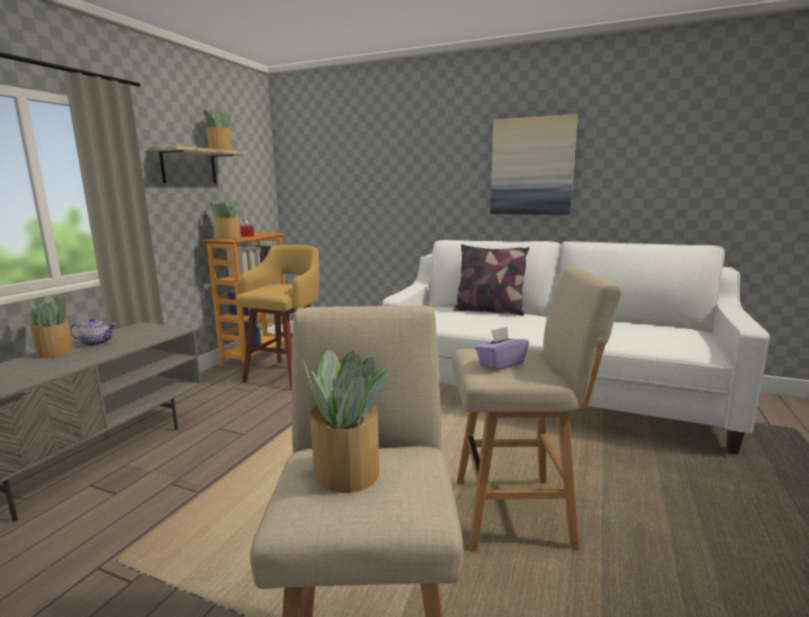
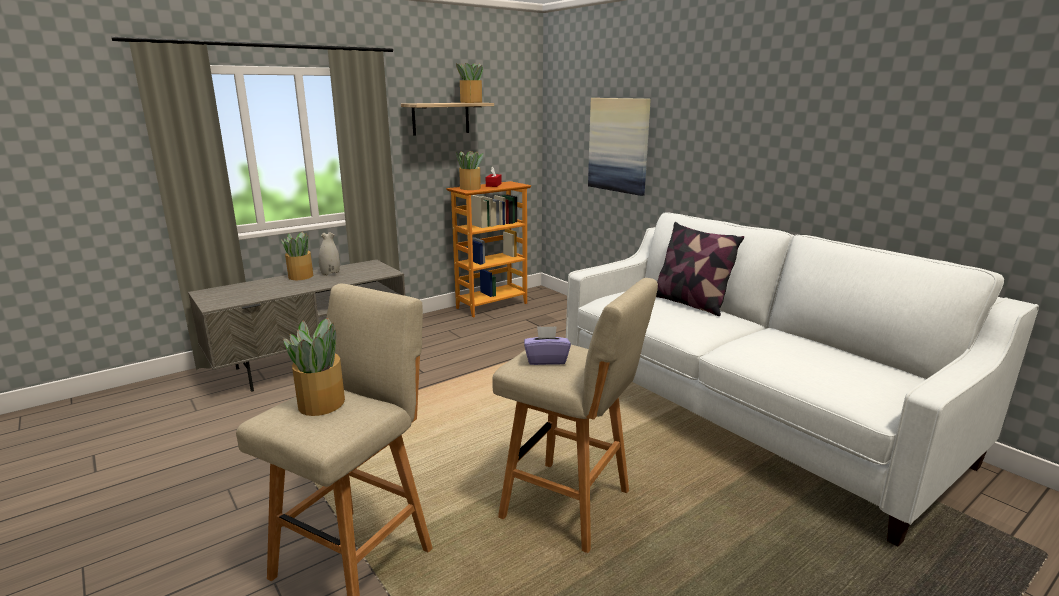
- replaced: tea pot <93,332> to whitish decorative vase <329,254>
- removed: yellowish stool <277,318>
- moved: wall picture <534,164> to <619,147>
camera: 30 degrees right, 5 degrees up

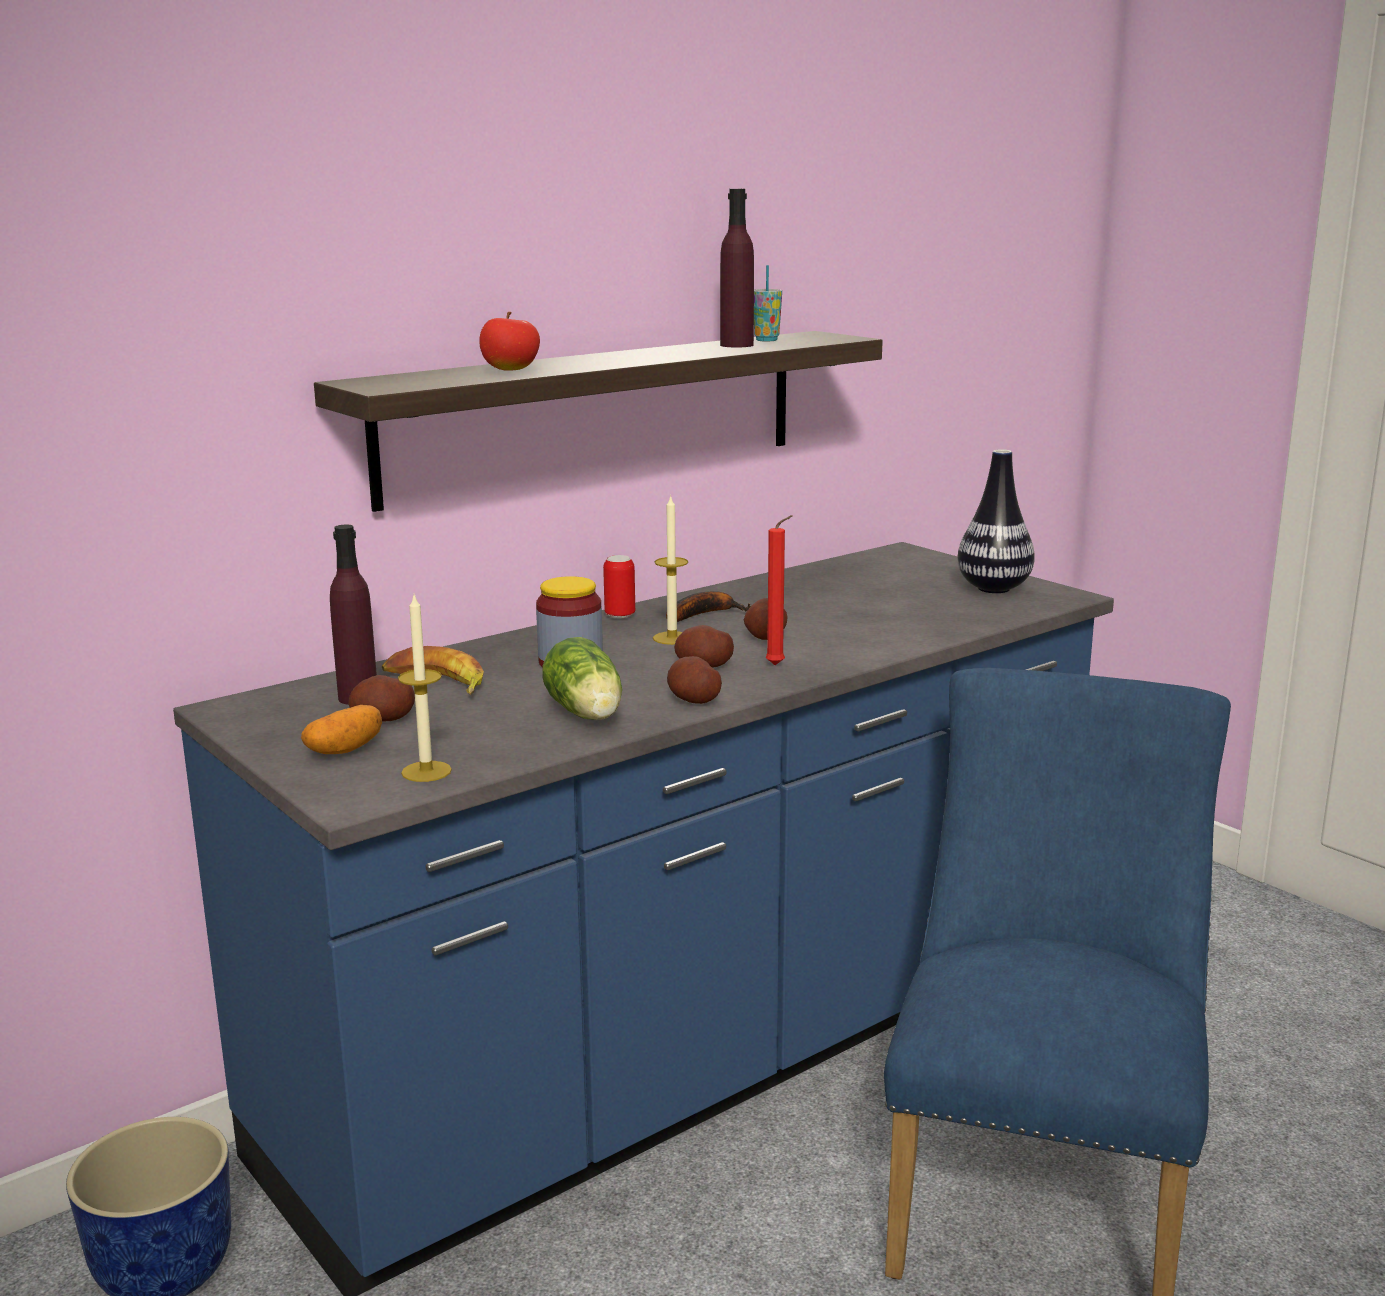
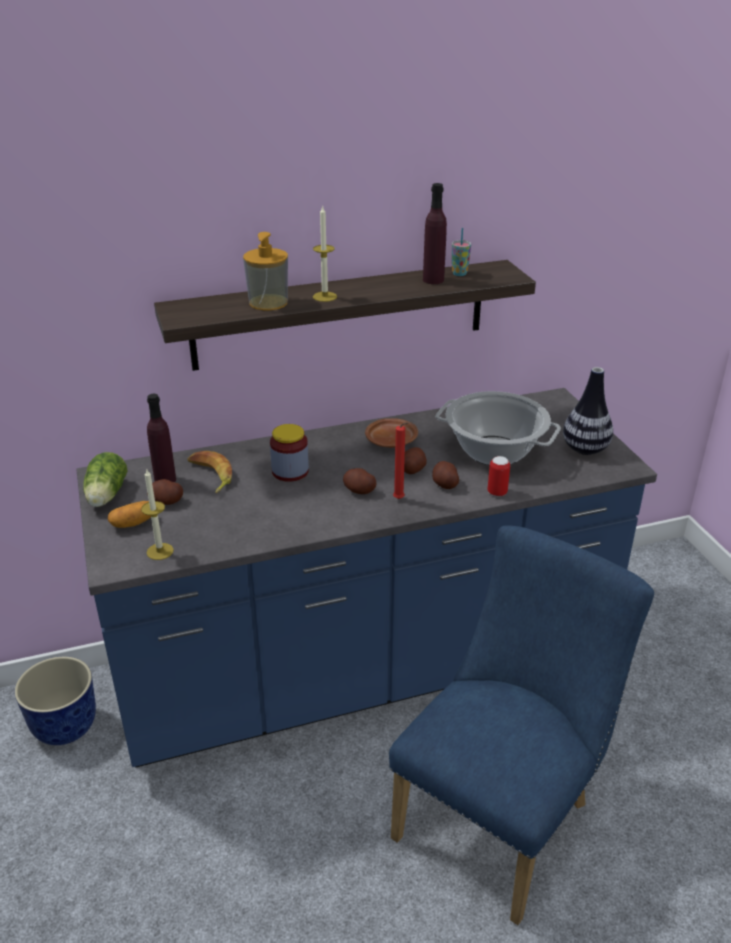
- replaced: apple <509,341> to soap dispenser <265,271>
- moved: lettuce <582,678> to <105,479>
- moved: sealed can <619,587> to <499,476>
- moved: wax light <670,570> to <325,253>
- replaced: whole banana <708,606> to brownish dinner plate <391,433>
- moved: whole potato <694,680> to <445,475>
- added: saucepot <498,428>
camera: 20 degrees right, 15 degrees up

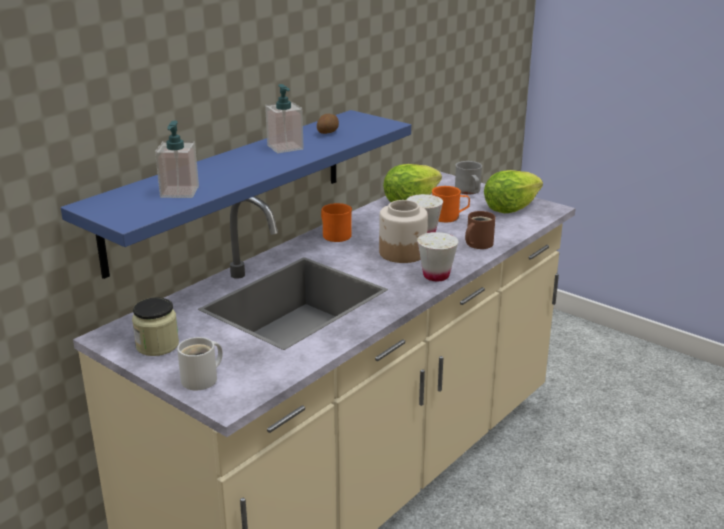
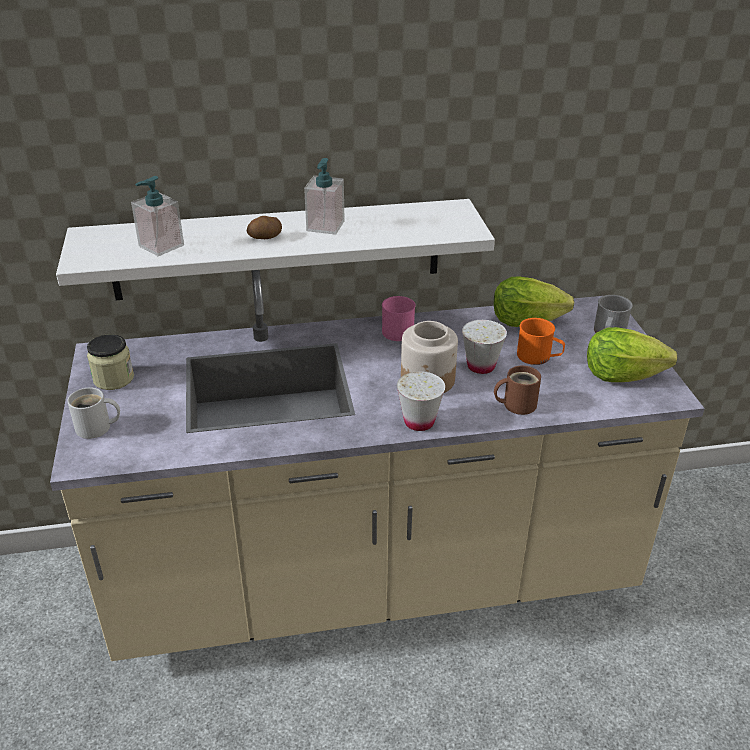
- recoloured: blue wall shelf <236,194> to whitish wall shelf <275,249>
- moved: whole potato <328,124> to <264,227>
- recoloured: orange tea mug <336,222> to pink-coloured tea mug <399,318>
camera: 40 degrees right, 10 degrees up

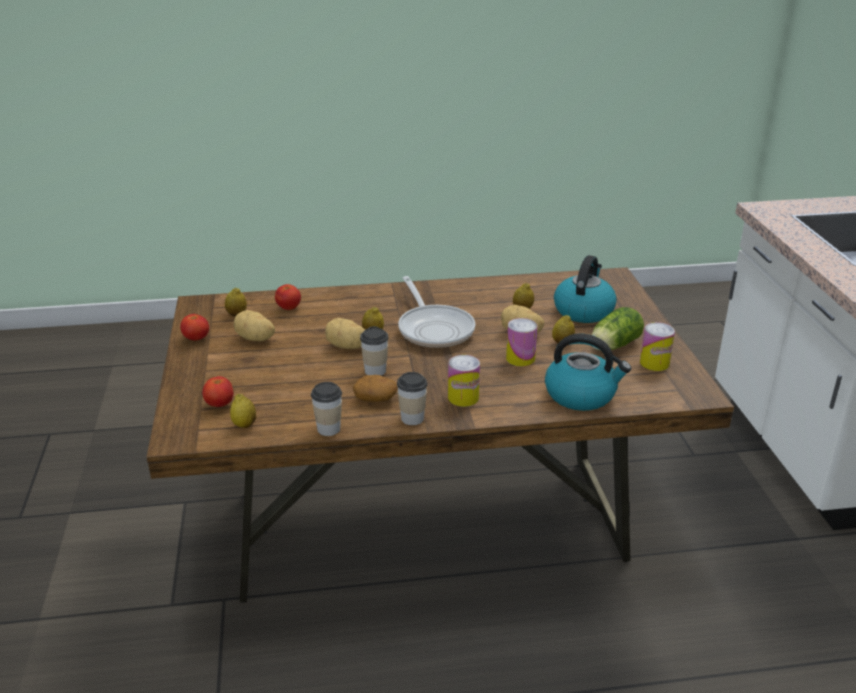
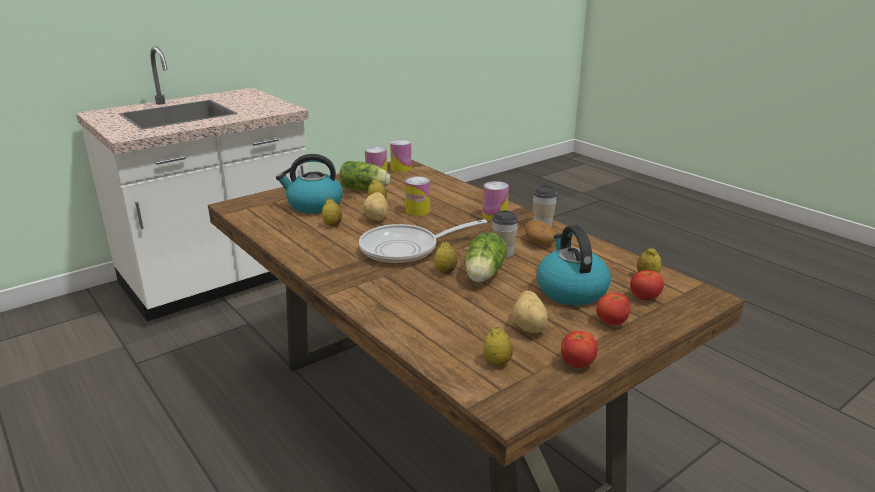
- moved: tomato <288,297> to <613,308>
- removed: small cup <326,409>
- replaced: whole potato <345,333> to lettuce <486,257>
- turned: pan <436,312> = <423,241> 150 degrees counterclockwise
- moved: water kettle <588,372> to <573,265>
- added: sealed can <401,155>
camera: 120 degrees left, 5 degrees down

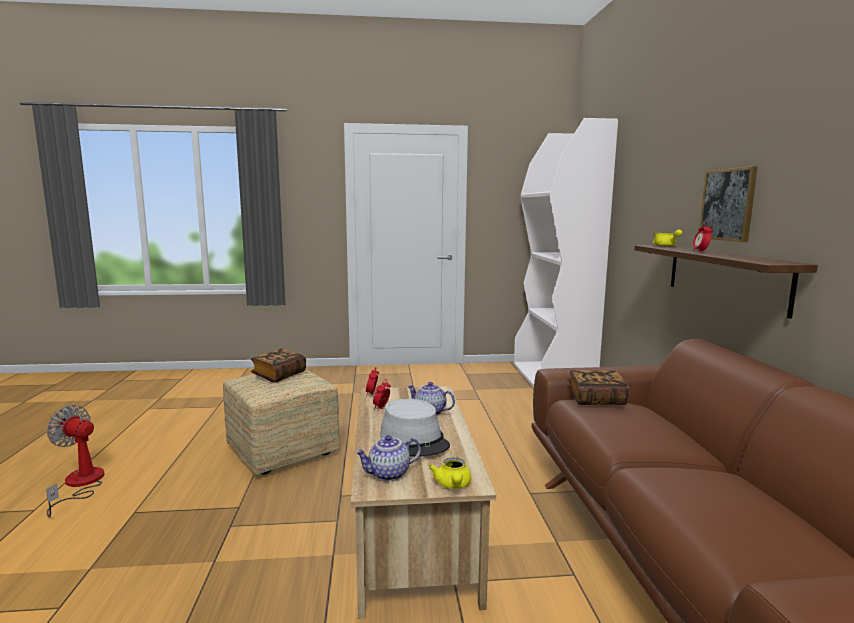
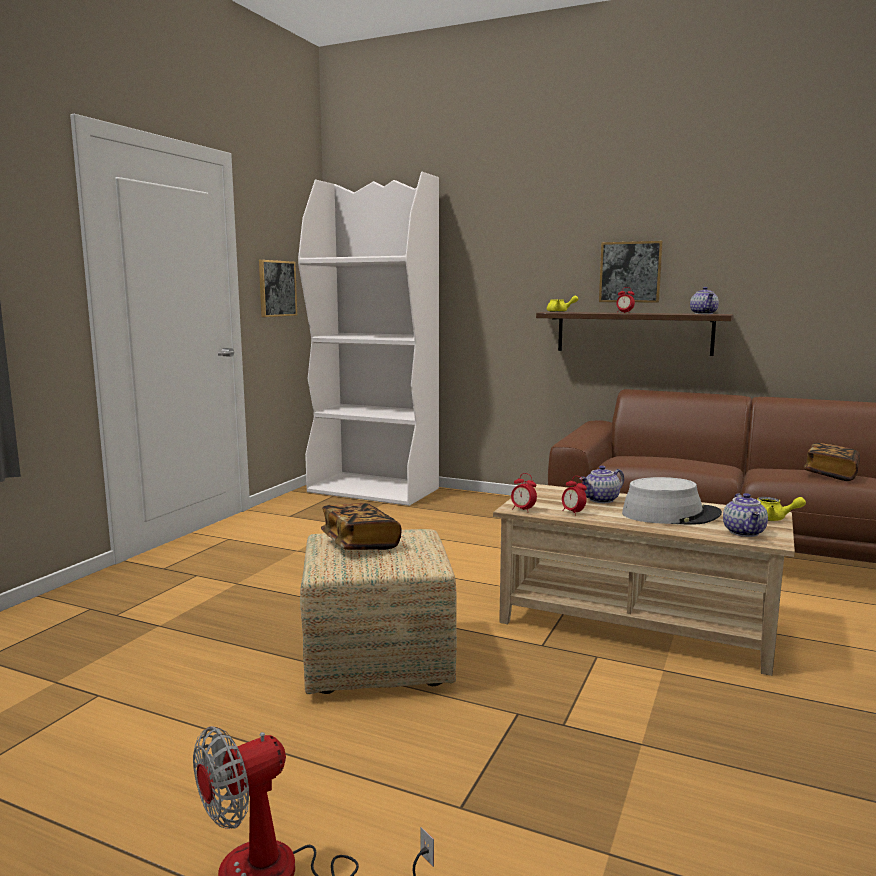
- moved: volume <599,387> to <832,462>
- added: wall picture <278,288>
- added: tea pot <704,300>
camera: 60 degrees left, 0 degrees up

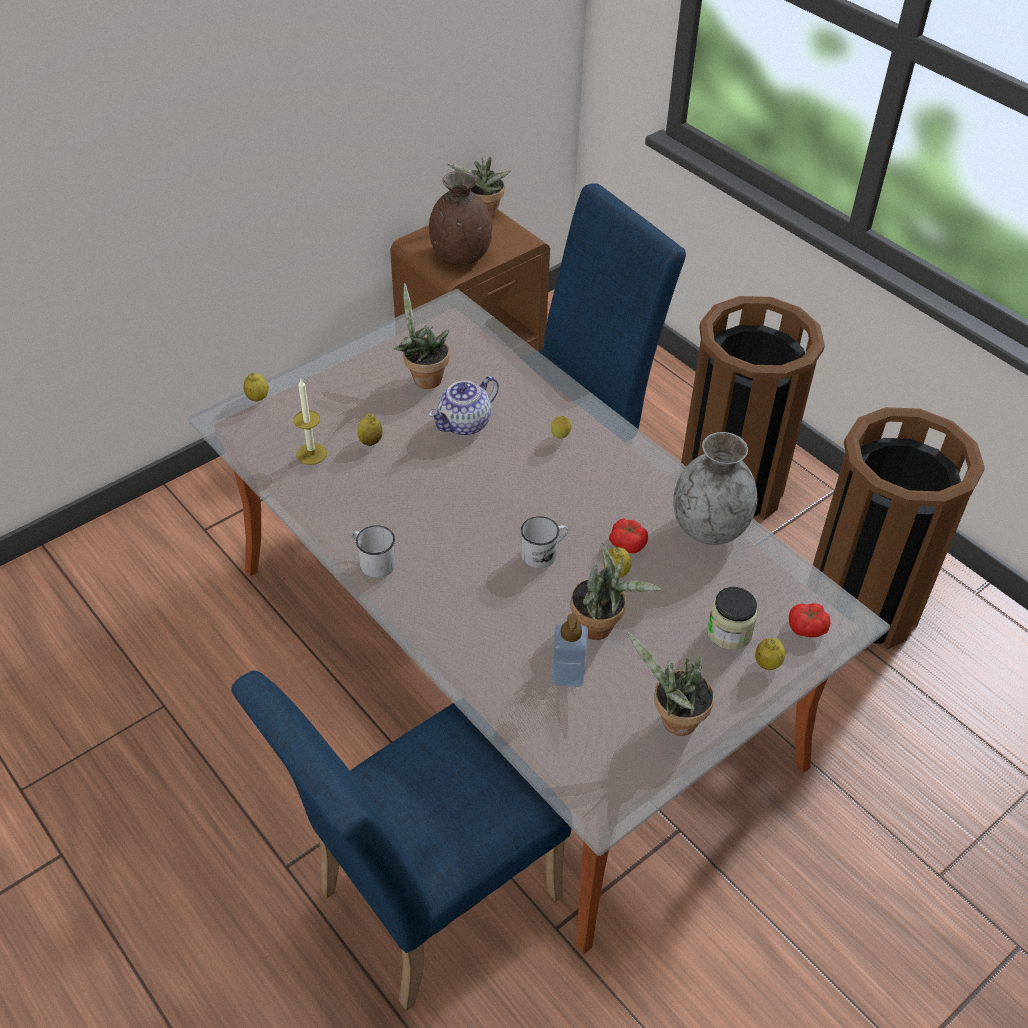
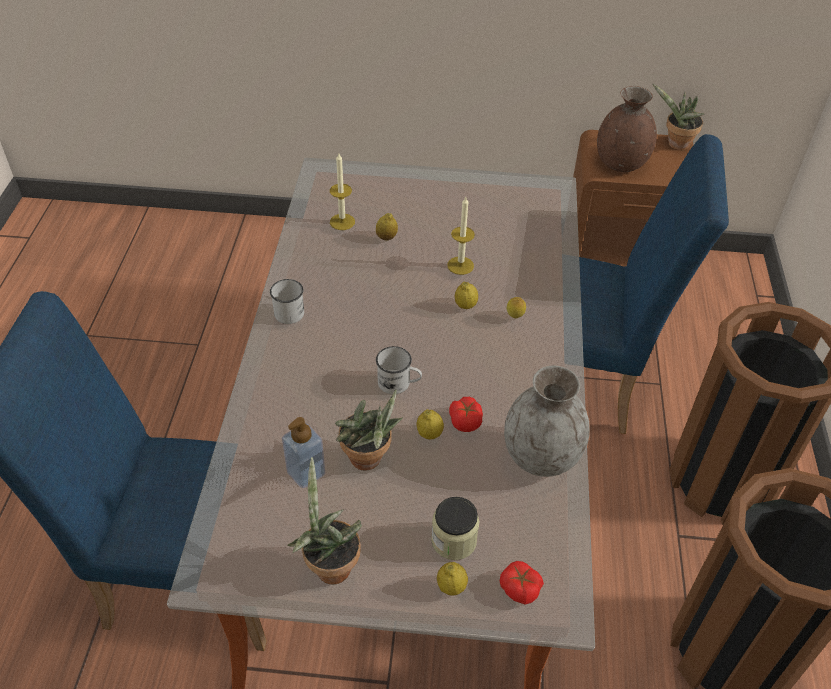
- moved: whole lemon <256,387> to <466,295>
- removed: houseplant <422,336>
- replaced: tea pot <463,406> to wax light <461,236>
camera: 45 degrees right, 0 degrees up

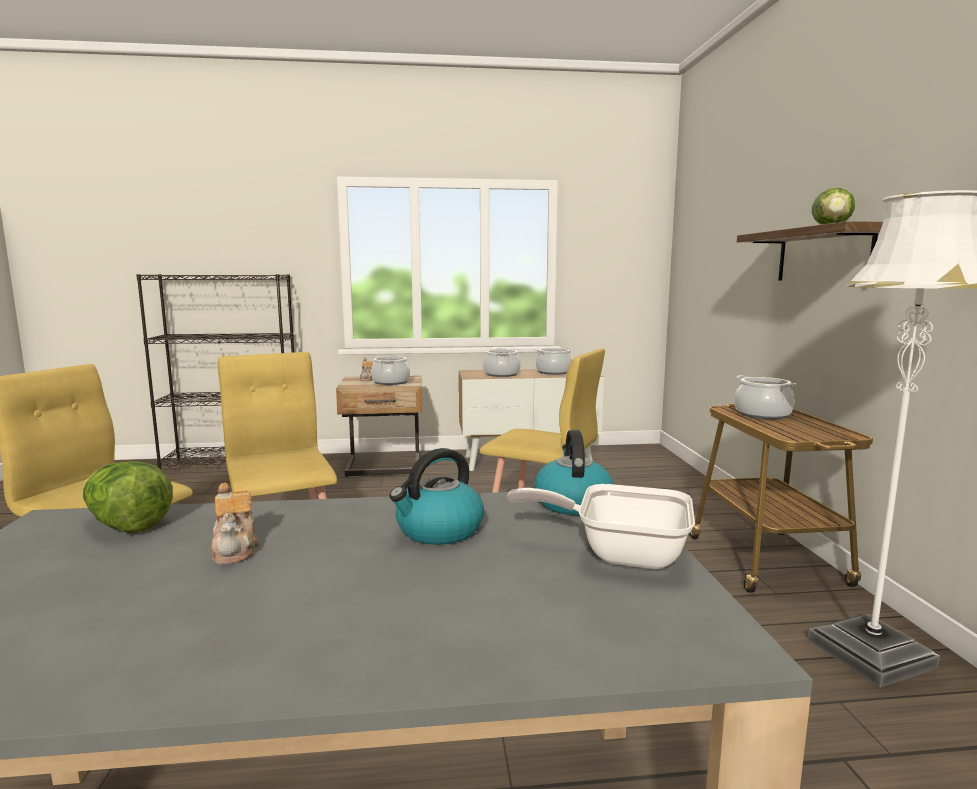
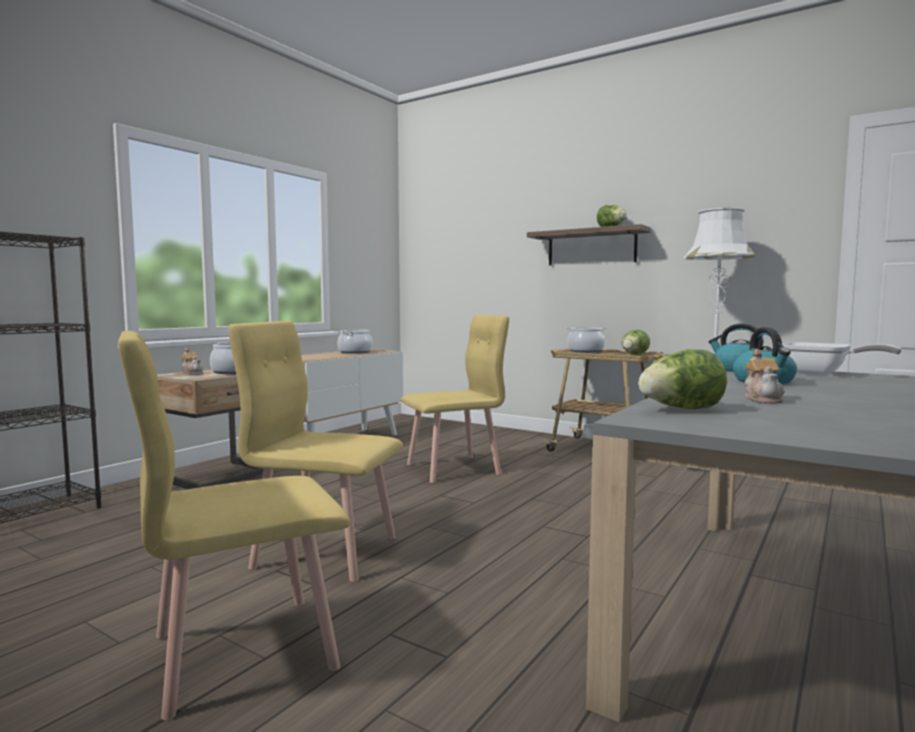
- turned: tea pot <235,524> = <764,376> 75 degrees clockwise
- removed: saucepot <502,362>
- turned: pan <601,526> = <842,358> 105 degrees counterclockwise
- added: lettuce <636,342>
camera: 50 degrees left, 5 degrees down

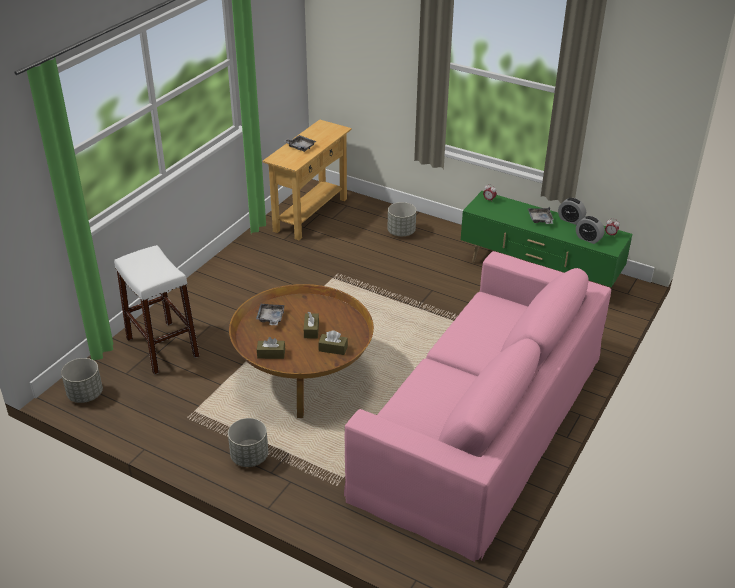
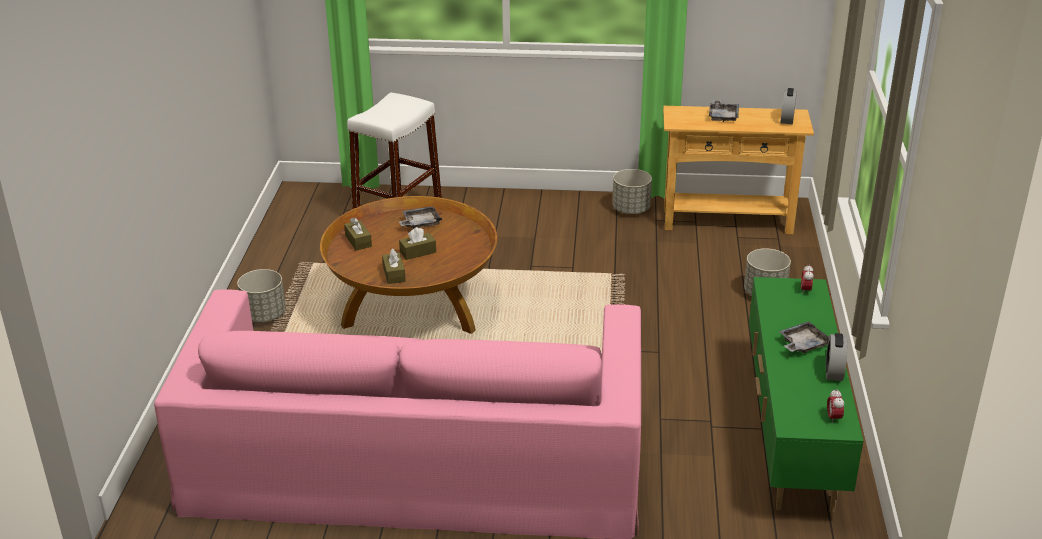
- moved: gray planter <82,380> to <632,191>
- moved: alarm clock <590,230> to <788,106>
camera: 65 degrees right, 5 degrees down

